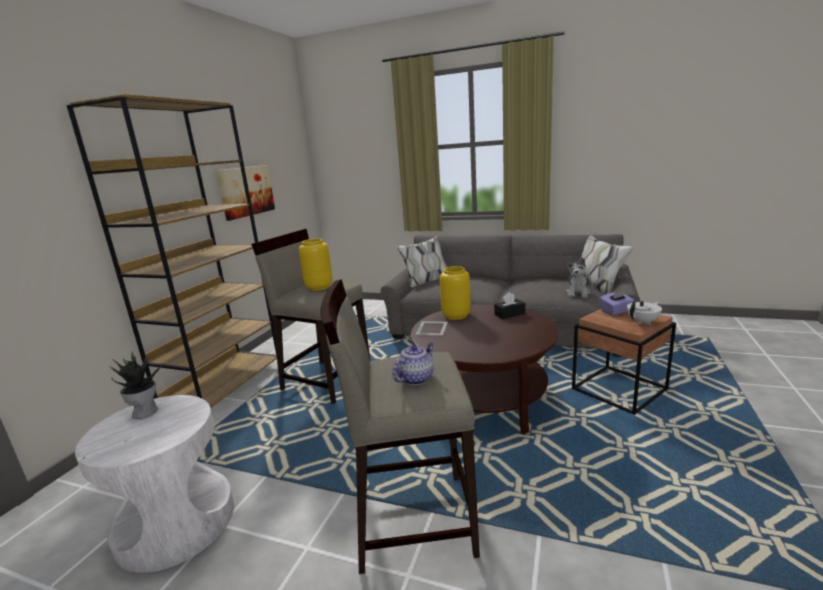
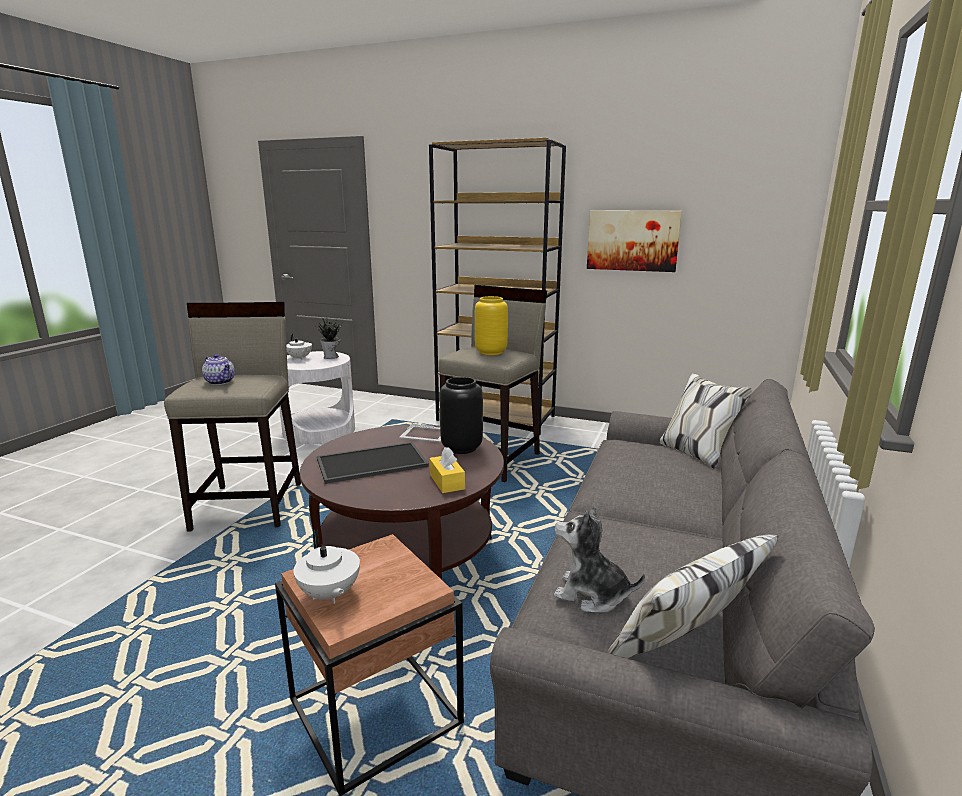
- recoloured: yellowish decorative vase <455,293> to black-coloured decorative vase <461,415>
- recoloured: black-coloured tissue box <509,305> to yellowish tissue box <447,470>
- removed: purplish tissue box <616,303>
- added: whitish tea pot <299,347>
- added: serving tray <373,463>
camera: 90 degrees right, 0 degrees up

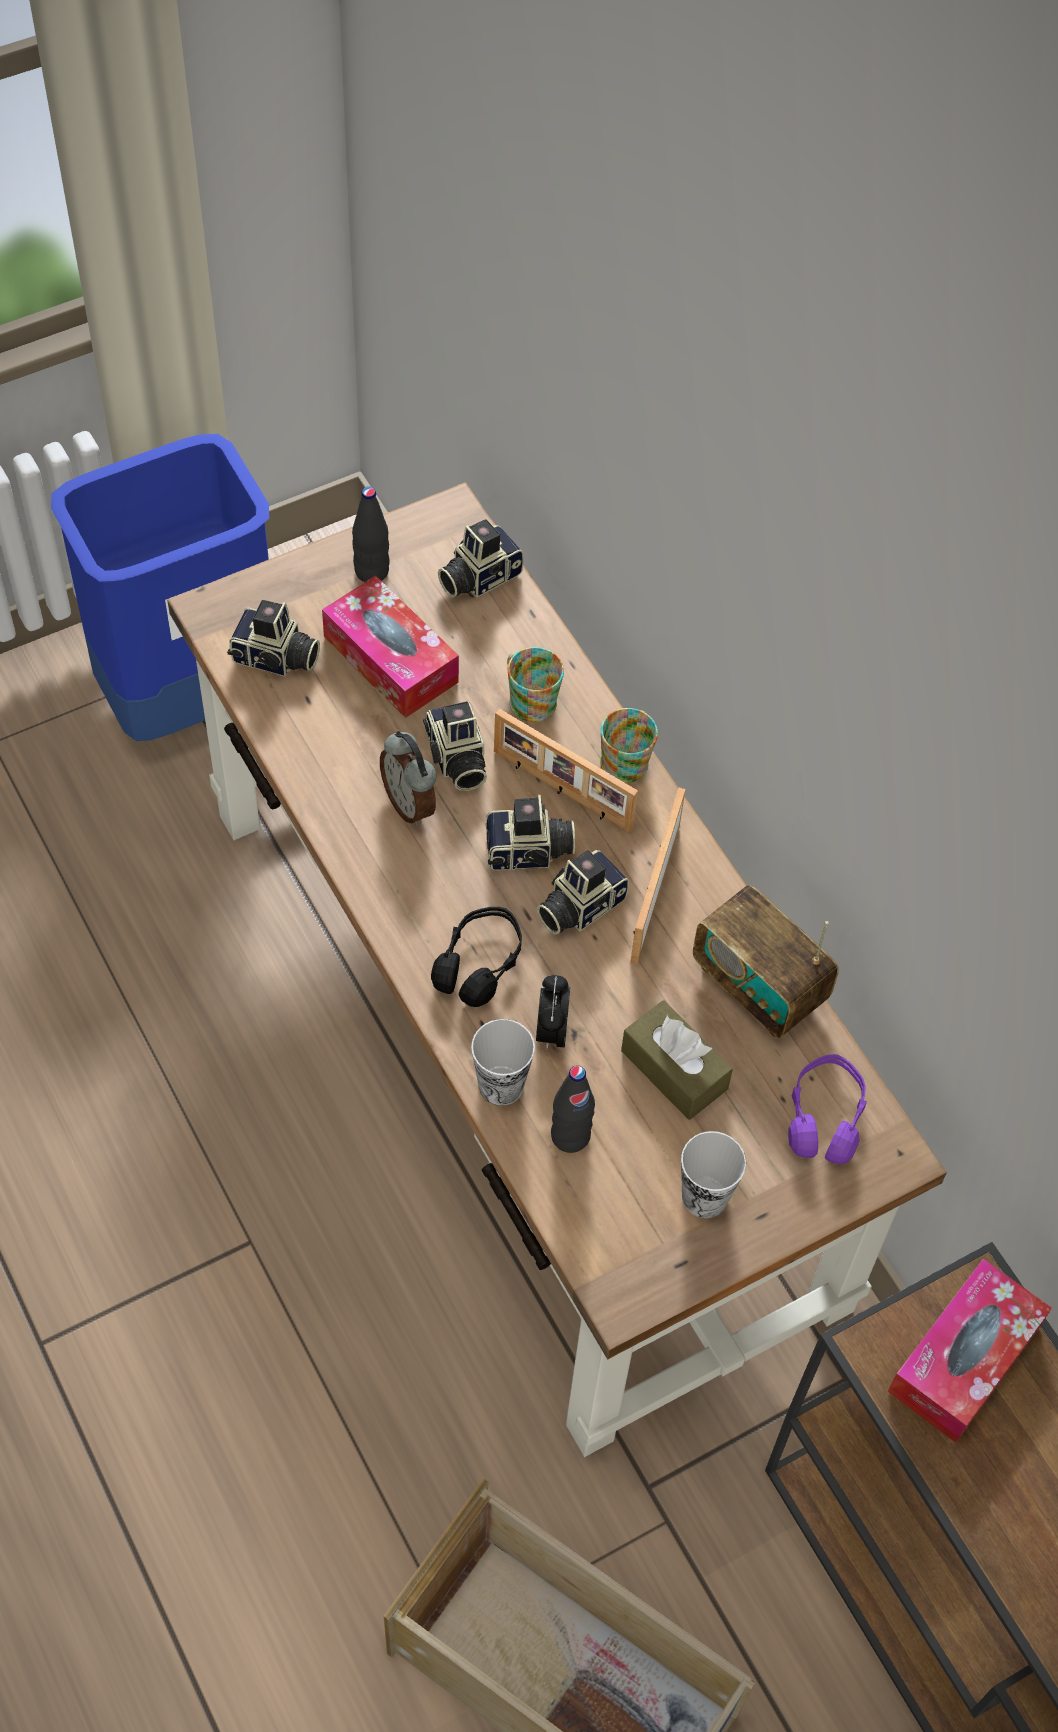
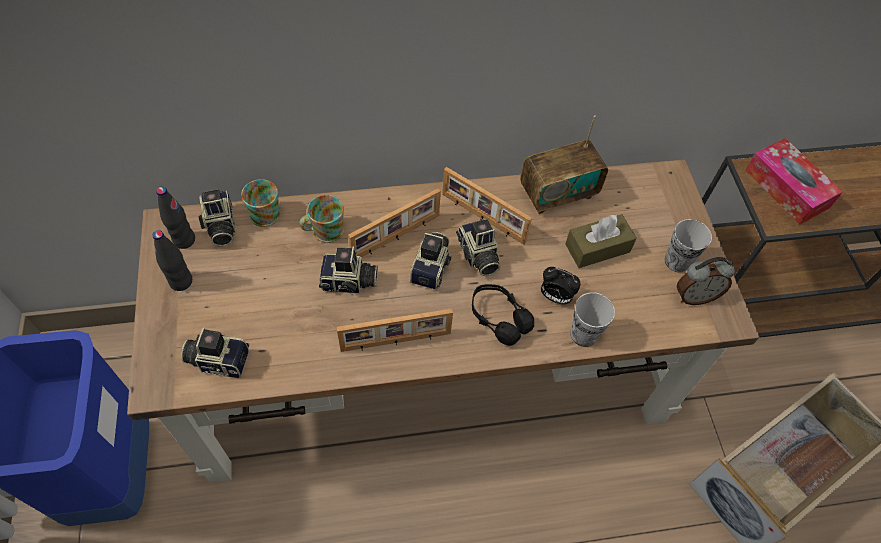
- turned: still camera <273,638> = <215,353> 120 degrees counterclockwise
- removed: tissue box <390,646>
- moved: alarm clock <408,778> to <706,281>
- moved: black-coloured bottle <573,1109> to <175,218>
- moved: tea mug <629,745> to <260,203>
- removed: purplish pair of headphones <827,1109>
- added: picture frame <395,330>
camera: 70 degrees left, 0 degrees up

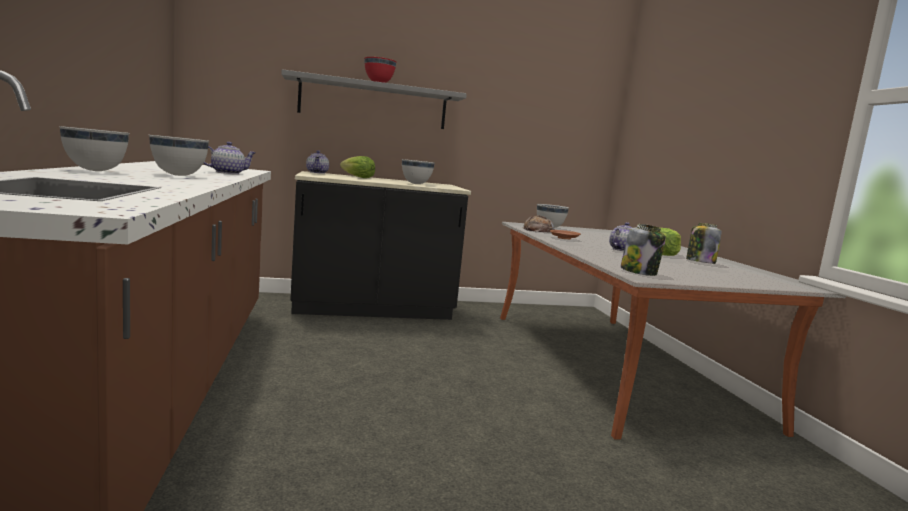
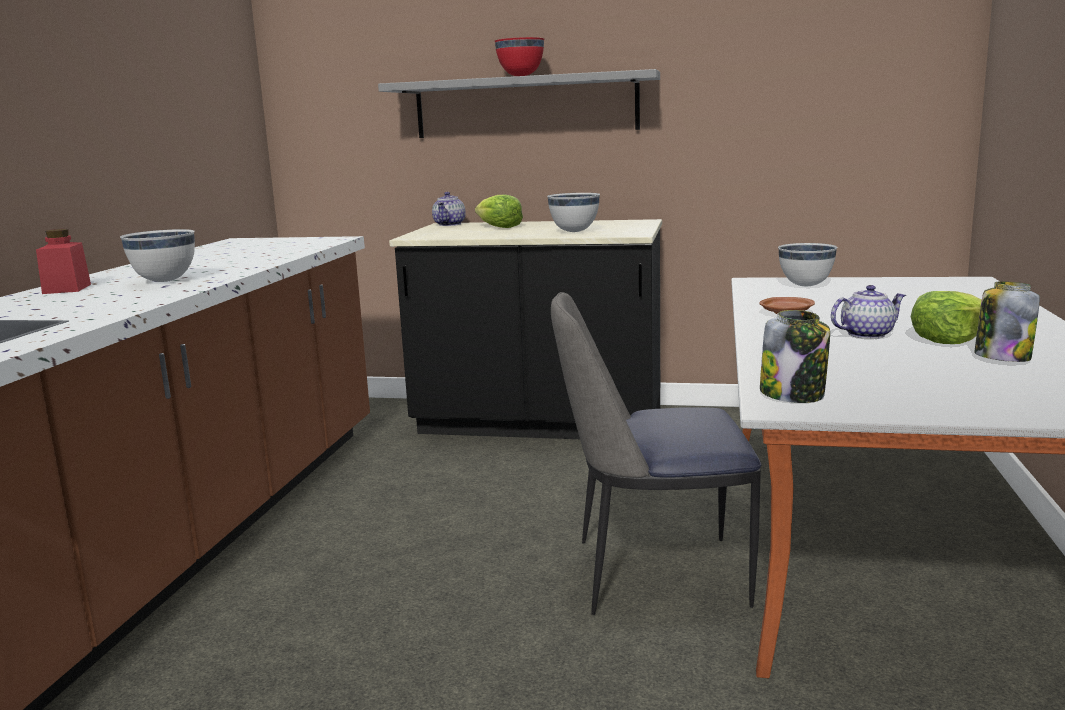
- replaced: whitish bowl <94,148> to red storage jar <63,261>
- removed: tea pot <229,158>
- removed: bread <539,224>
- added: plain chair <656,453>
camera: 25 degrees right, 5 degrees up

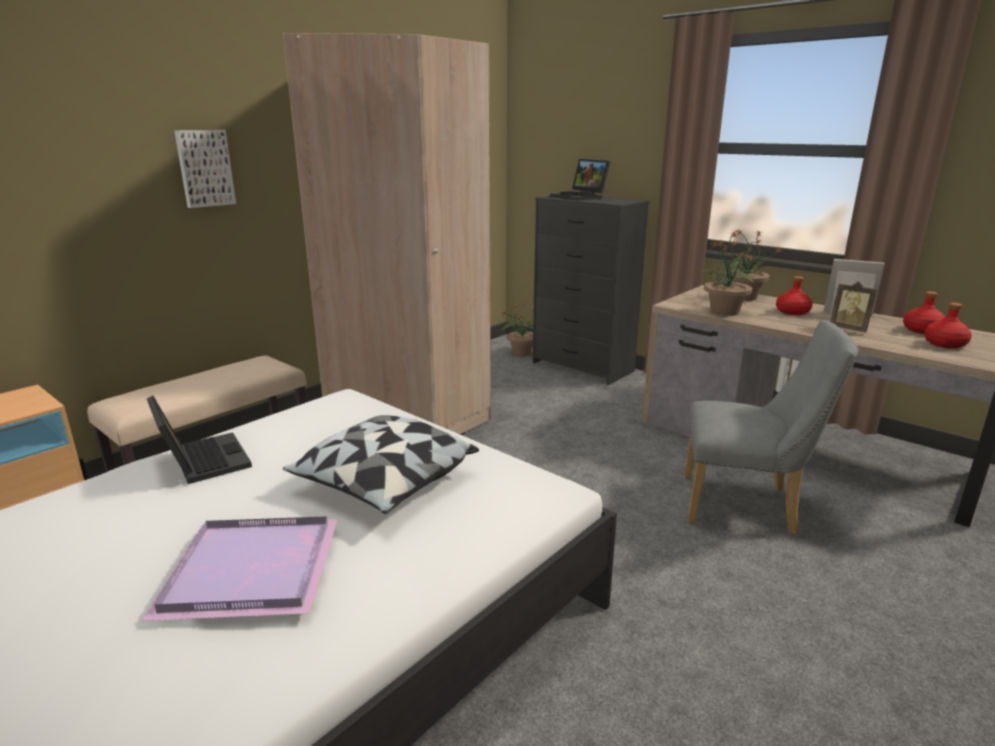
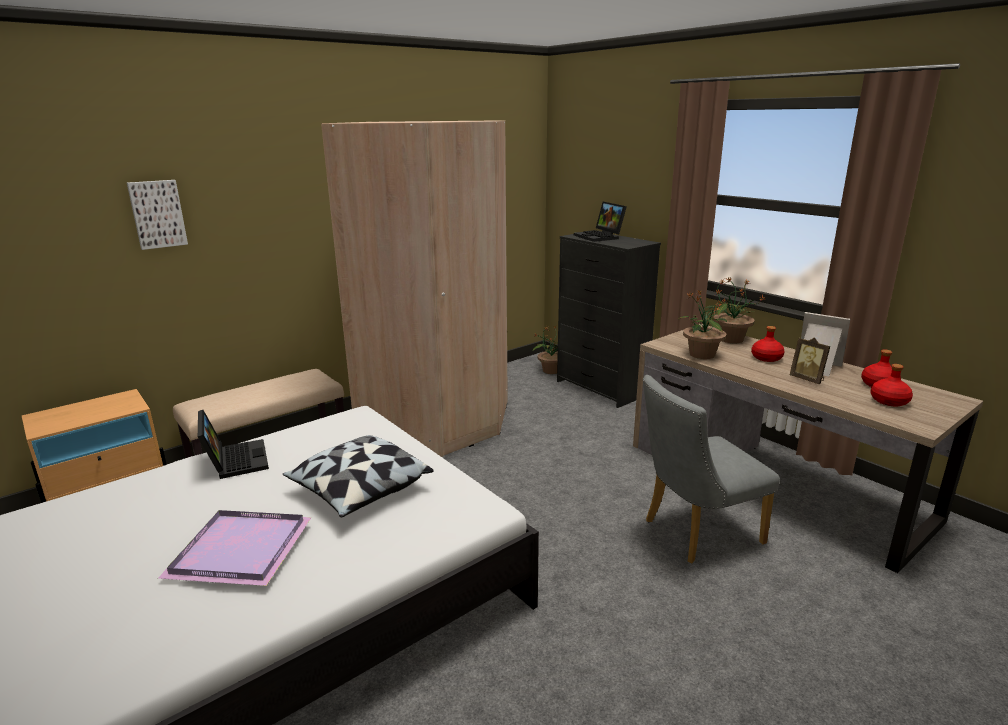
- moved: wall picture <205,169> to <157,215>
- turned: gray plain chair <771,427> = <711,469> 135 degrees clockwise
camera: 10 degrees right, 0 degrees up

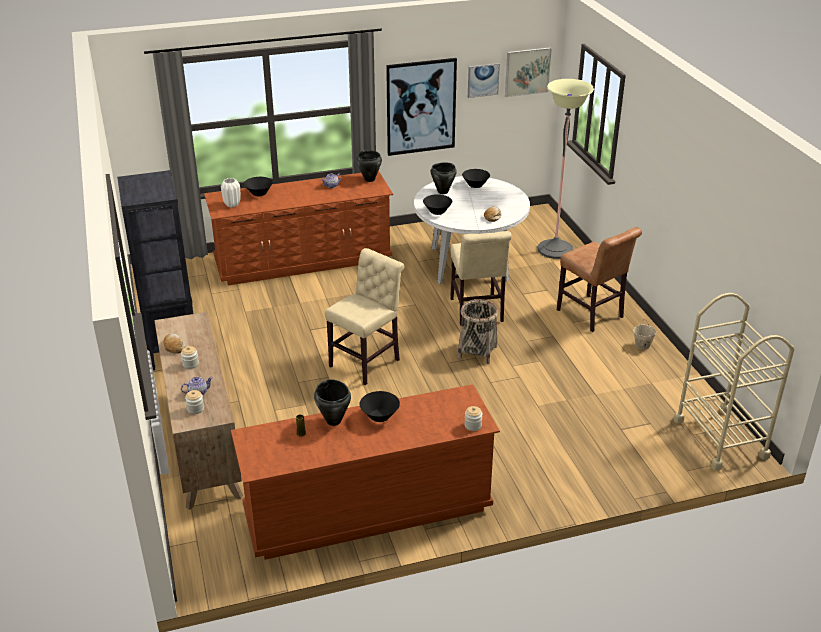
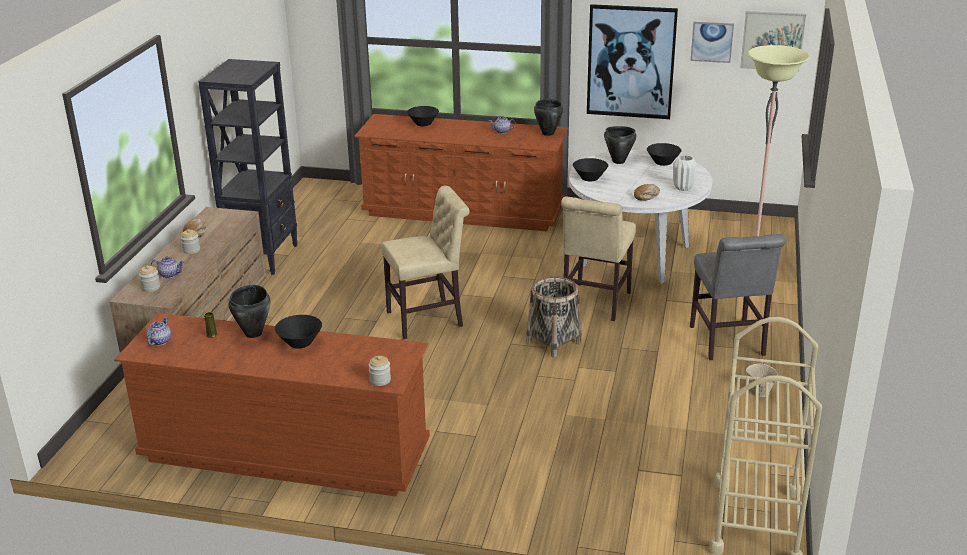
- moved: whitish decorative vase <231,193> to <685,173>
- recoloured: brownish plain chair <599,279> to gray plain chair <737,297>
- added: tea pot <158,331>
camera: 30 degrees right, 5 degrees down

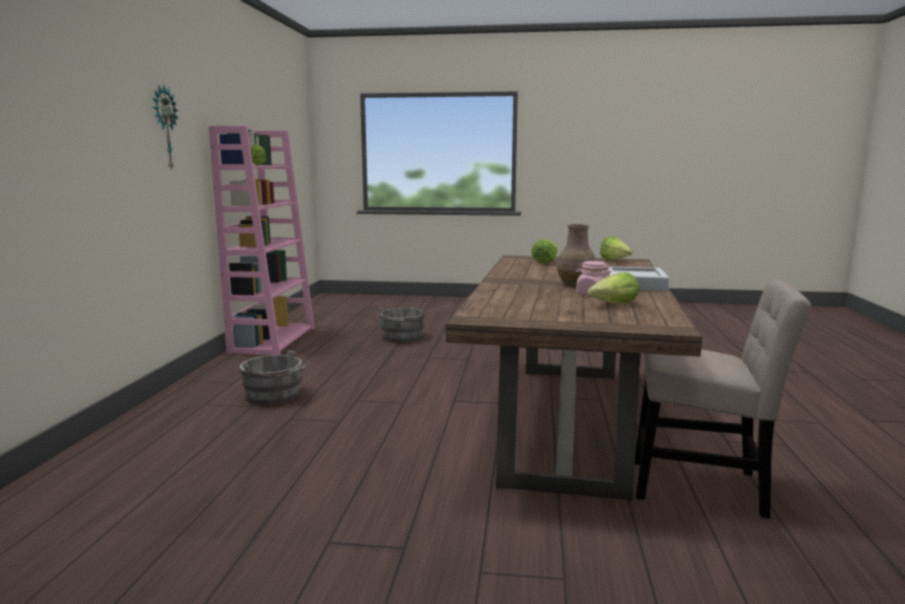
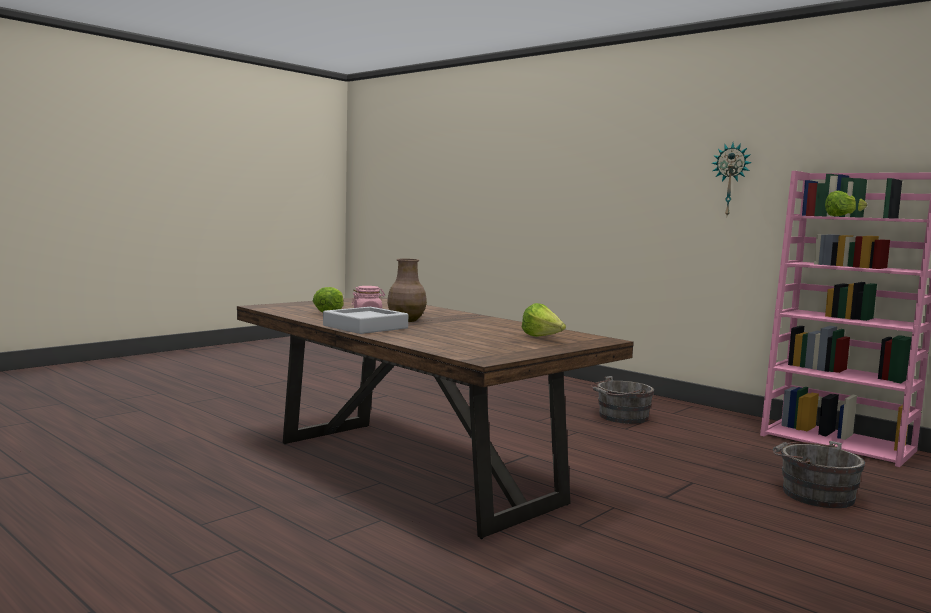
- removed: lettuce <616,248>
- removed: sand-coloured plain chair <723,399>
camera: 125 degrees right, 5 degrees down

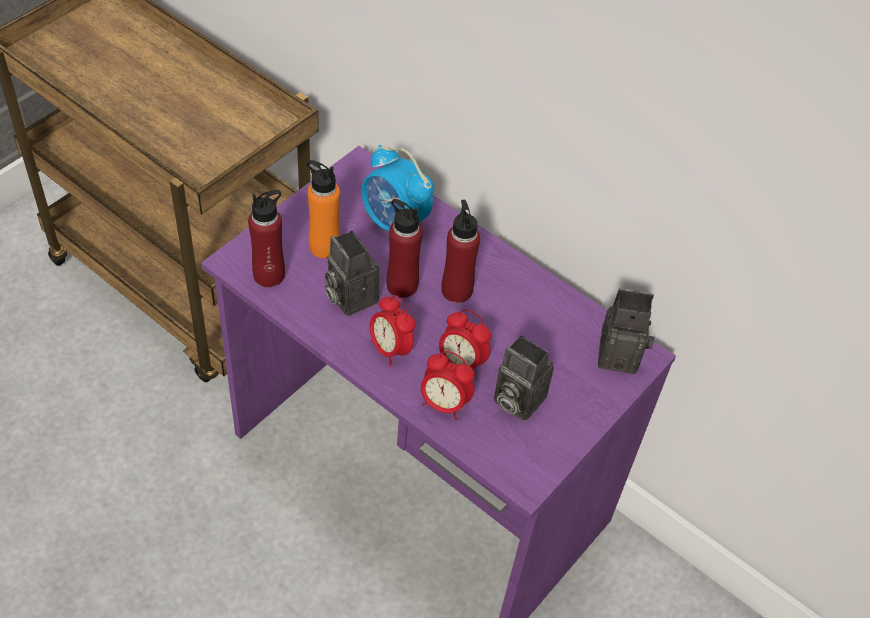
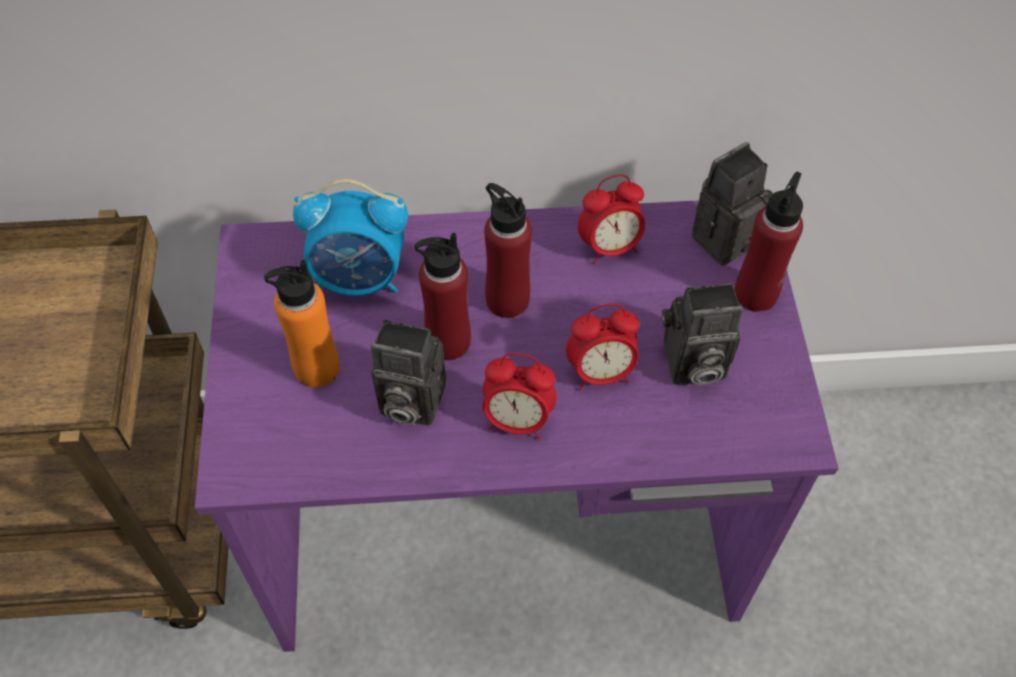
- moved: red bottle <266,238> to <769,242>
- moved: alarm clock <448,385> to <611,219>
camera: 40 degrees left, 5 degrees up

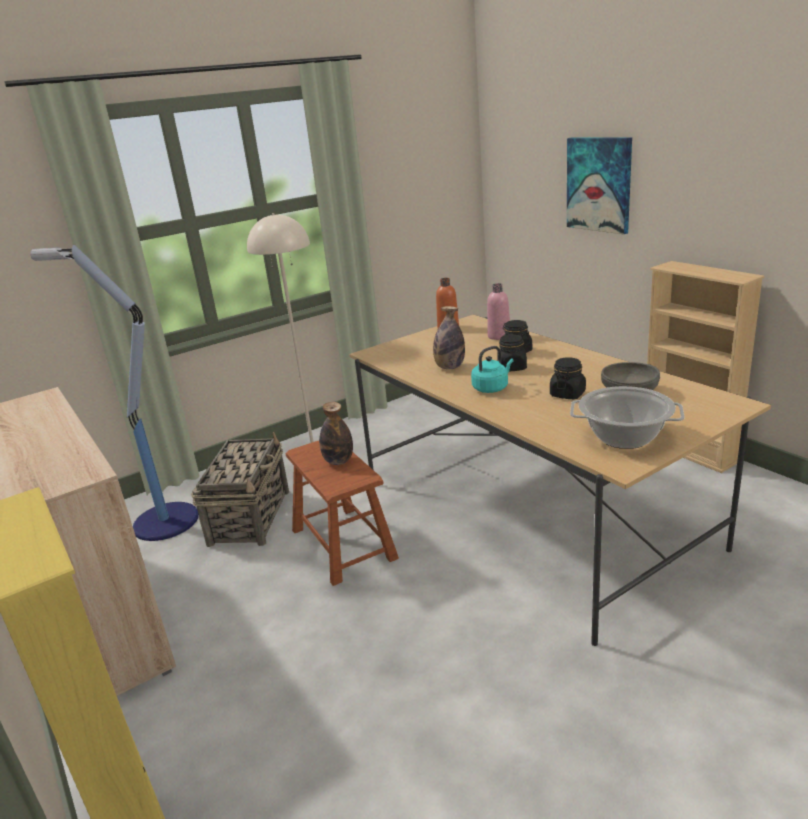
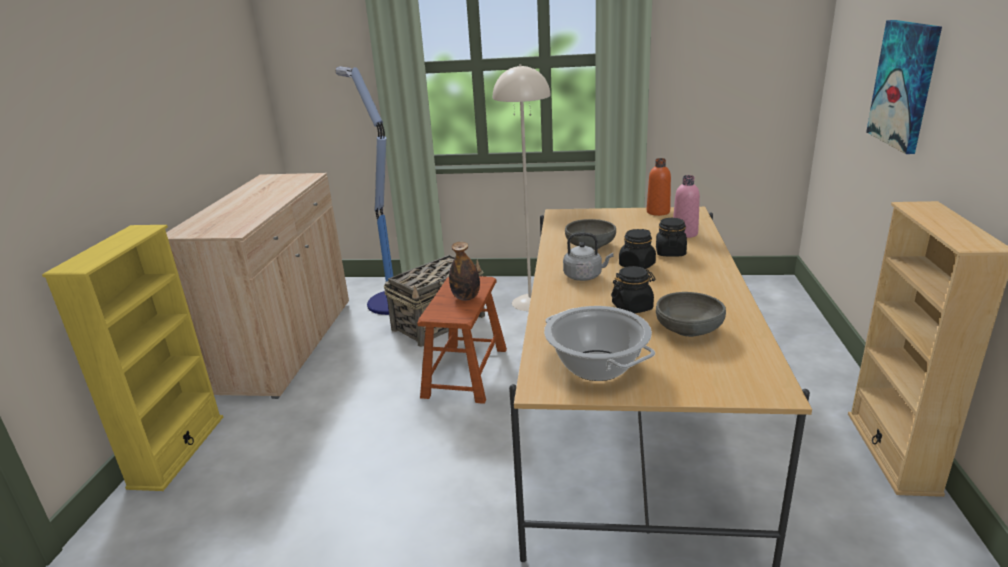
- replaced: bottle <449,337> to gray bowl <590,234>
- recoloured: turquoise water kettle <492,369> to gray water kettle <588,257>
camera: 40 degrees right, 0 degrees up

